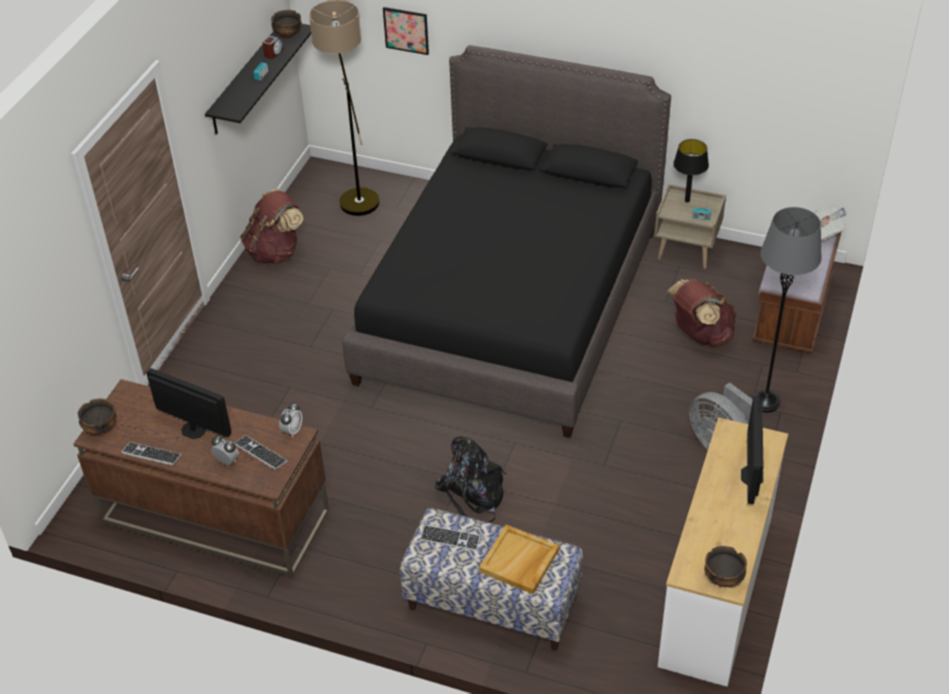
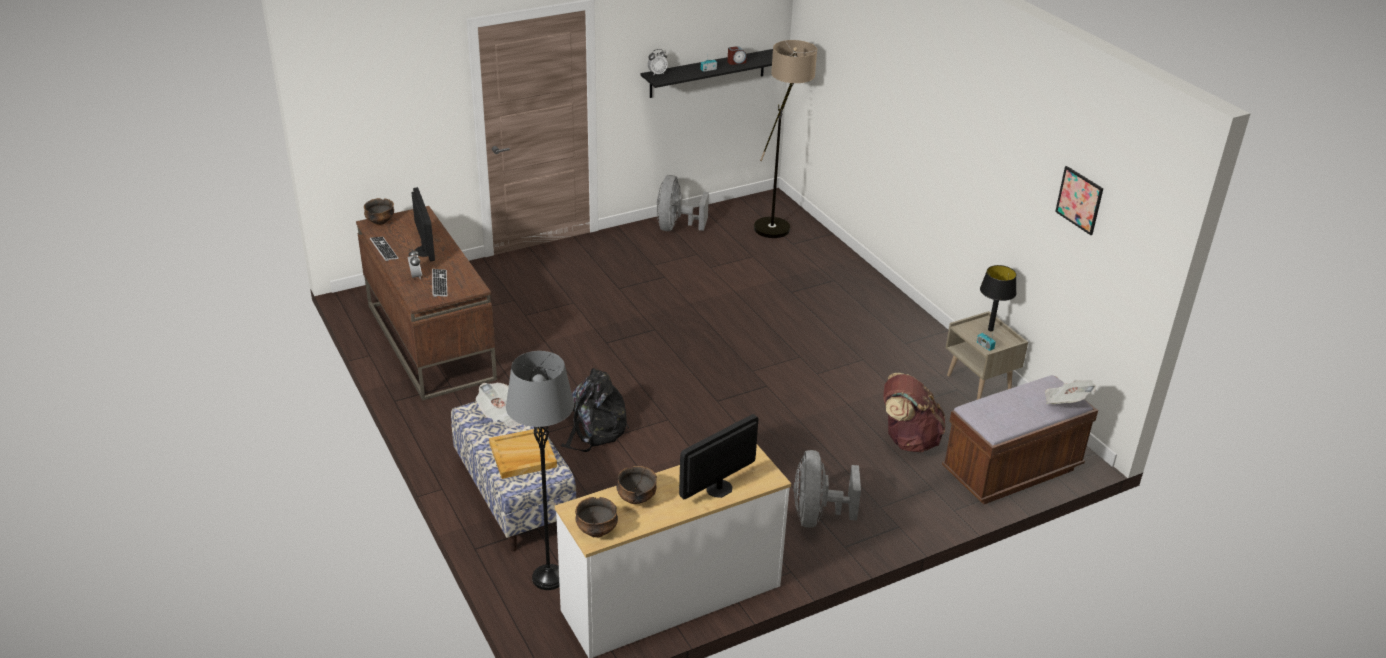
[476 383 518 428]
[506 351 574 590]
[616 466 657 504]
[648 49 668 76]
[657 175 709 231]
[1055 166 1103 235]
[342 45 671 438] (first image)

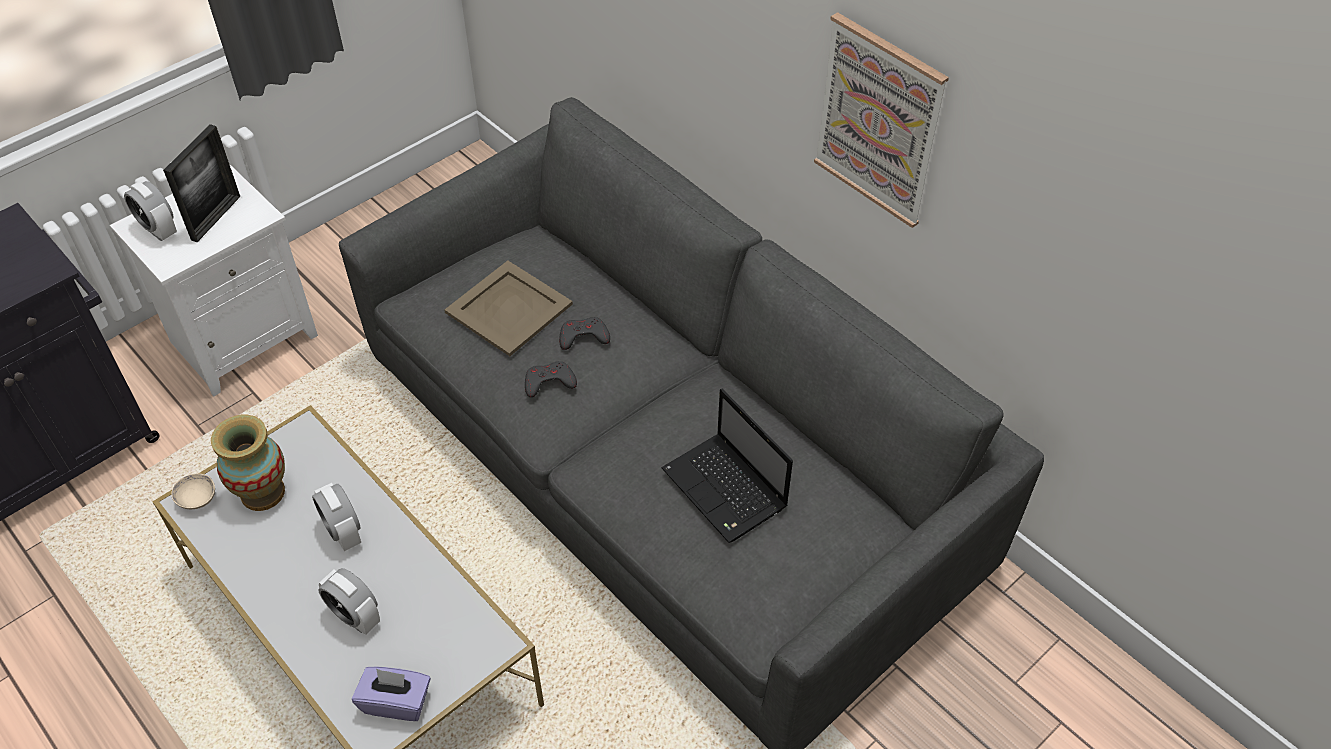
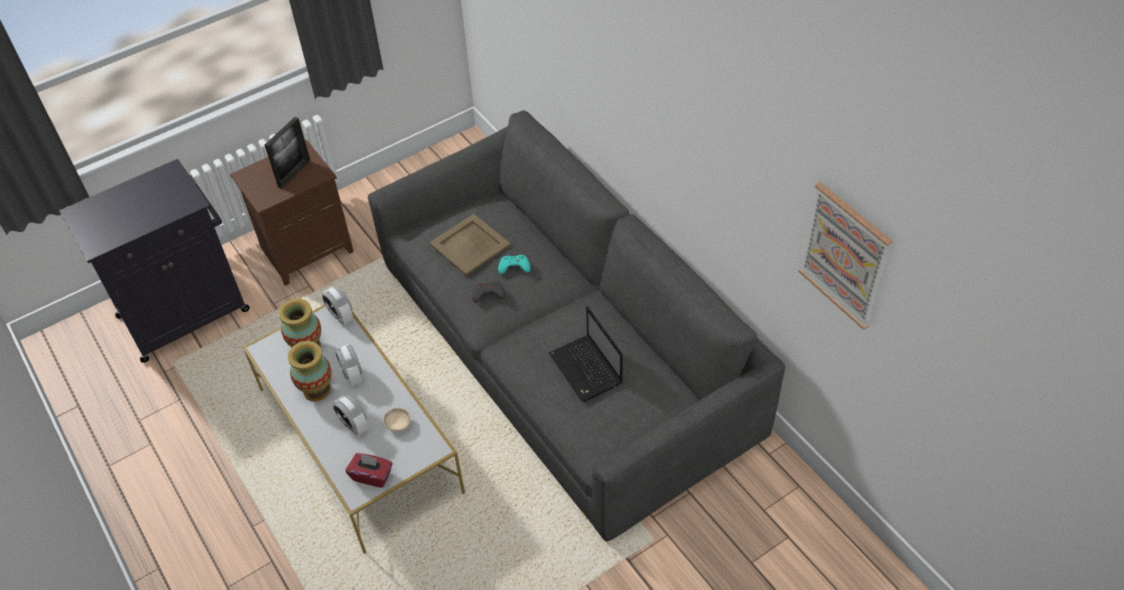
[230 140 354 286]
[288 341 332 401]
[322 286 353 325]
[346 453 392 488]
[383 408 411 431]
[498 255 531 274]
[798 182 893 330]

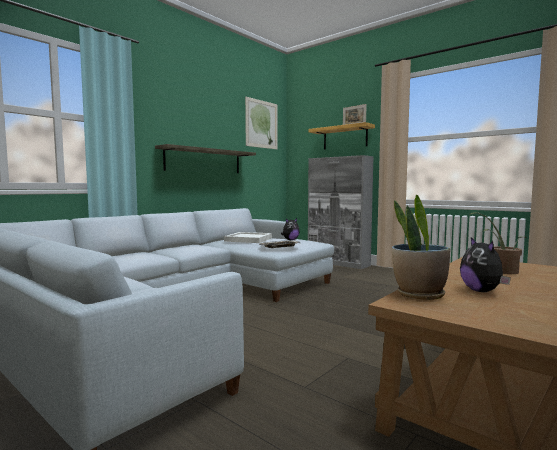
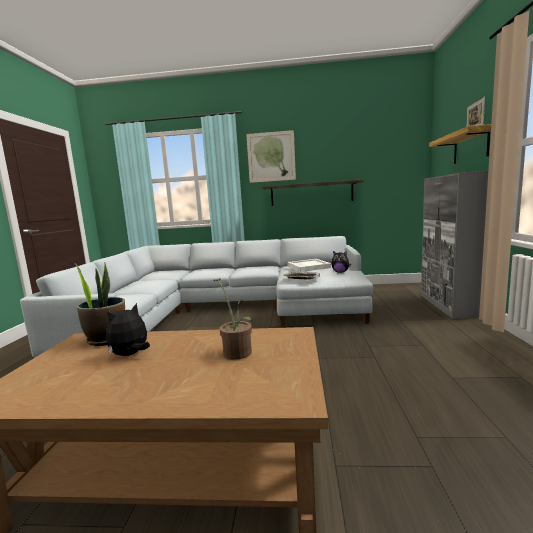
[246 130 296 183]

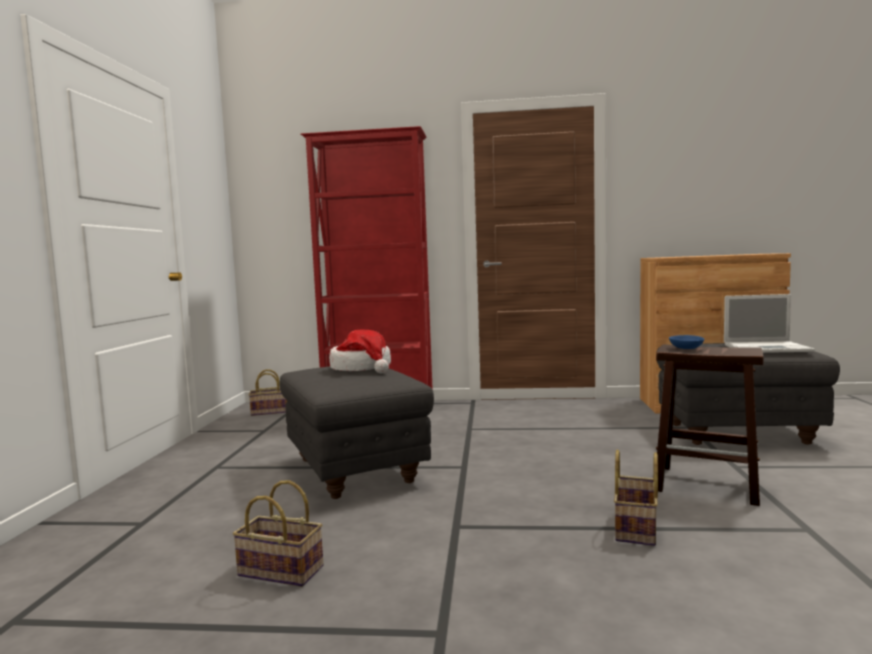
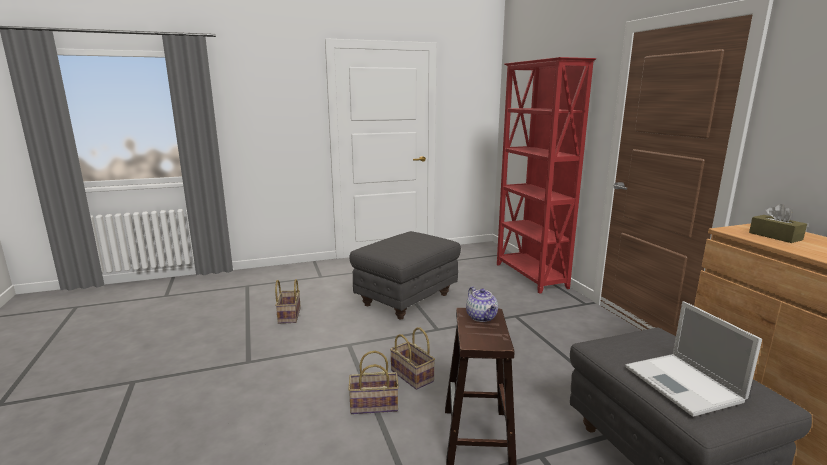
[390 327 435 390]
[466 287 498 322]
[749 204 807 243]
[329 330 391 374] (first image)

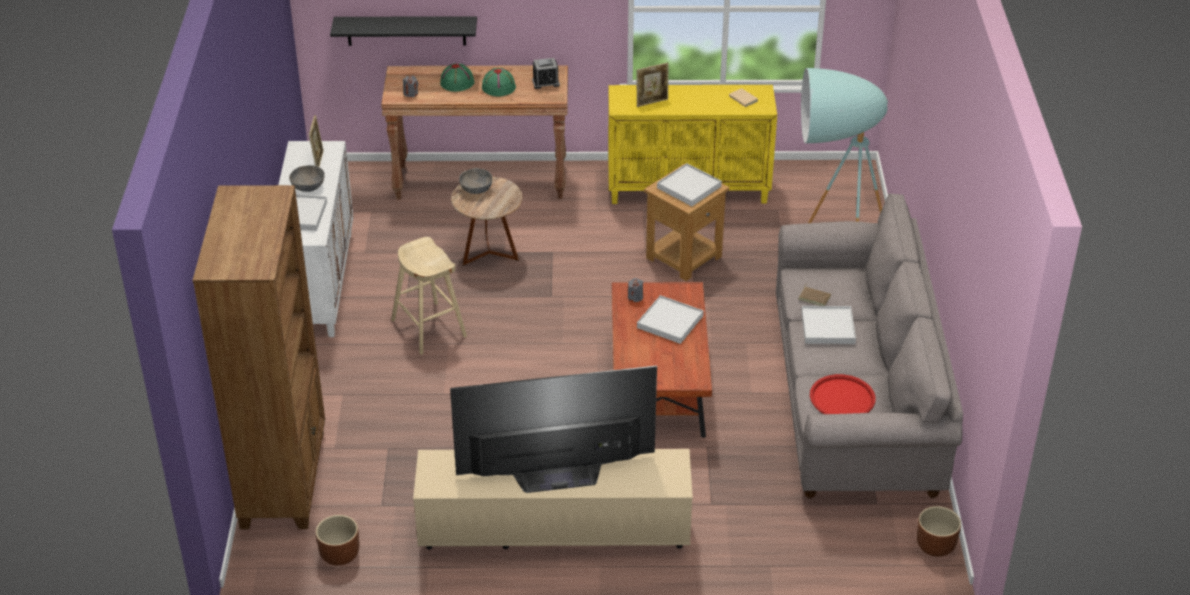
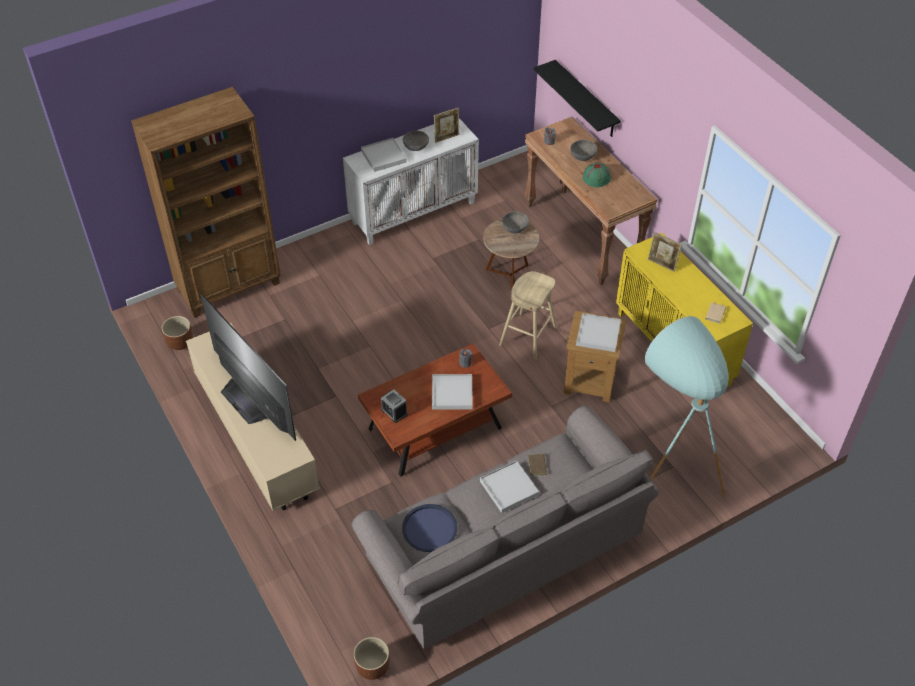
[381 389 408 423]
[402 504 458 552]
[499 271 556 360]
[570 140 597 161]

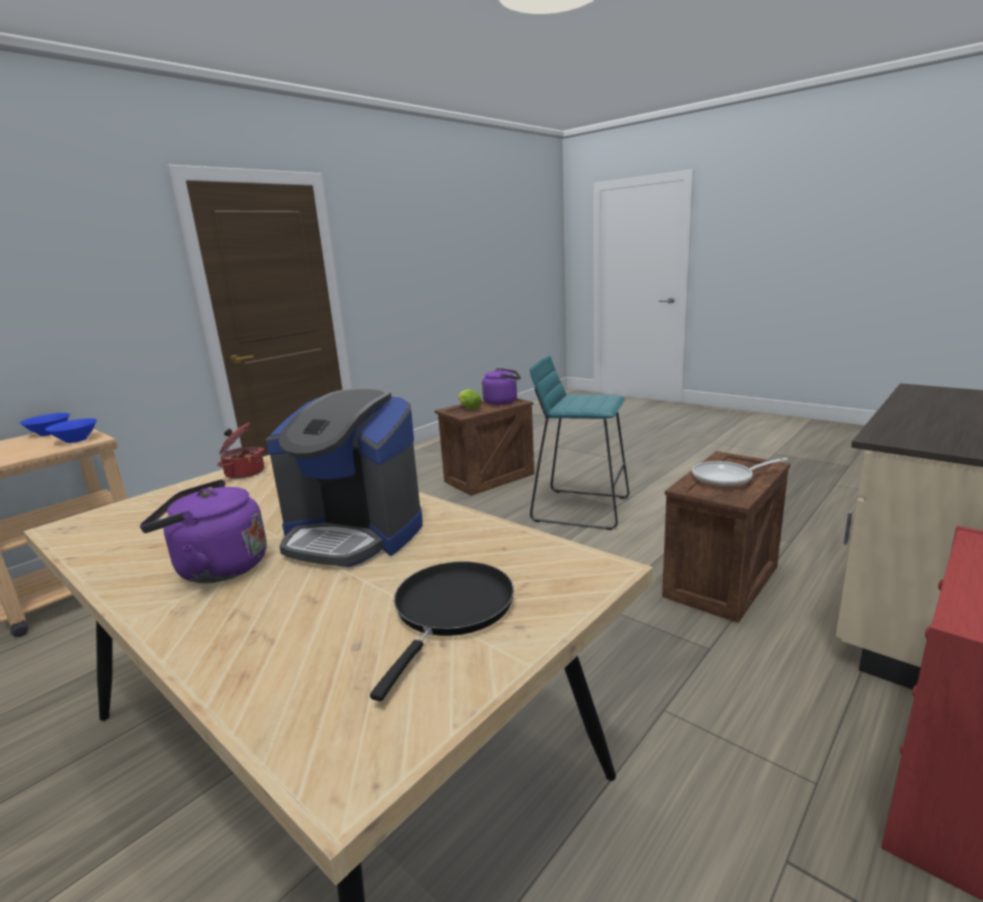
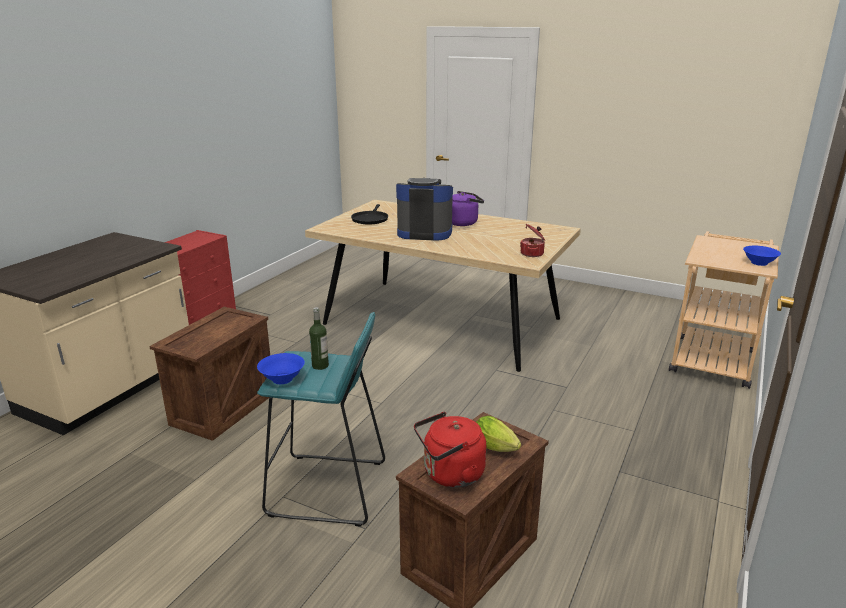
[257 353 305 384]
[309 307 329 370]
[414 412 486 488]
[692 458 788 487] (first image)

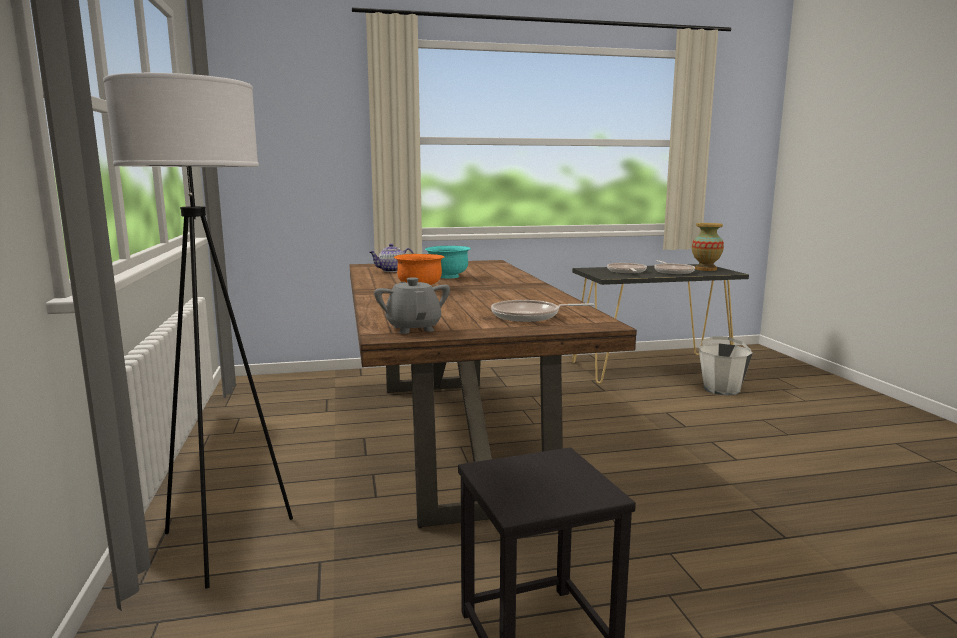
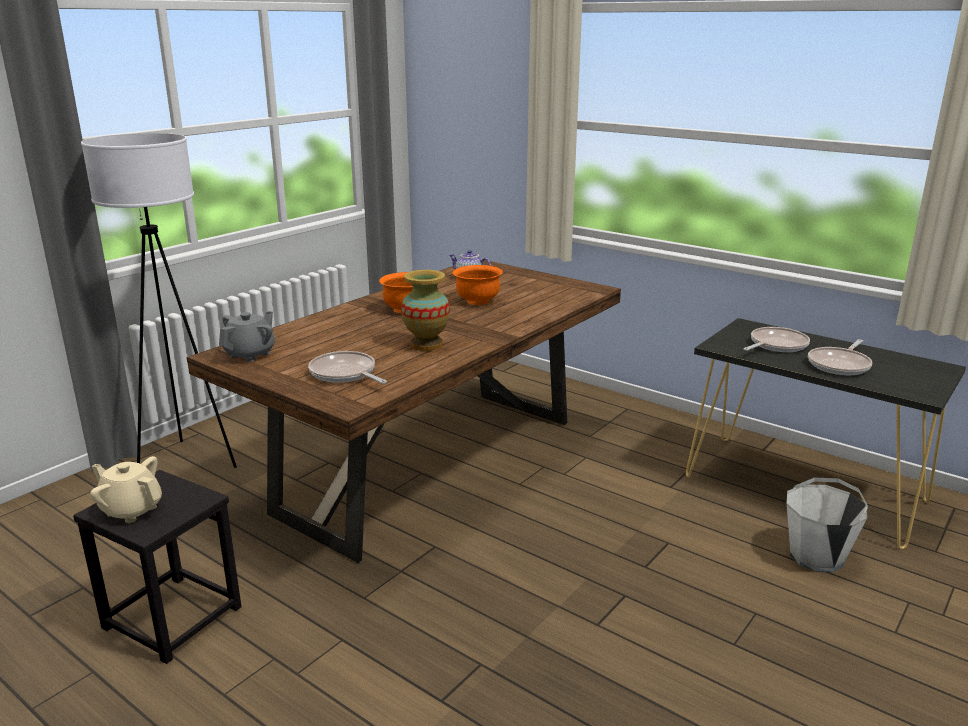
[90 456 162 523]
[401 270 450 351]
[453 265 503 305]

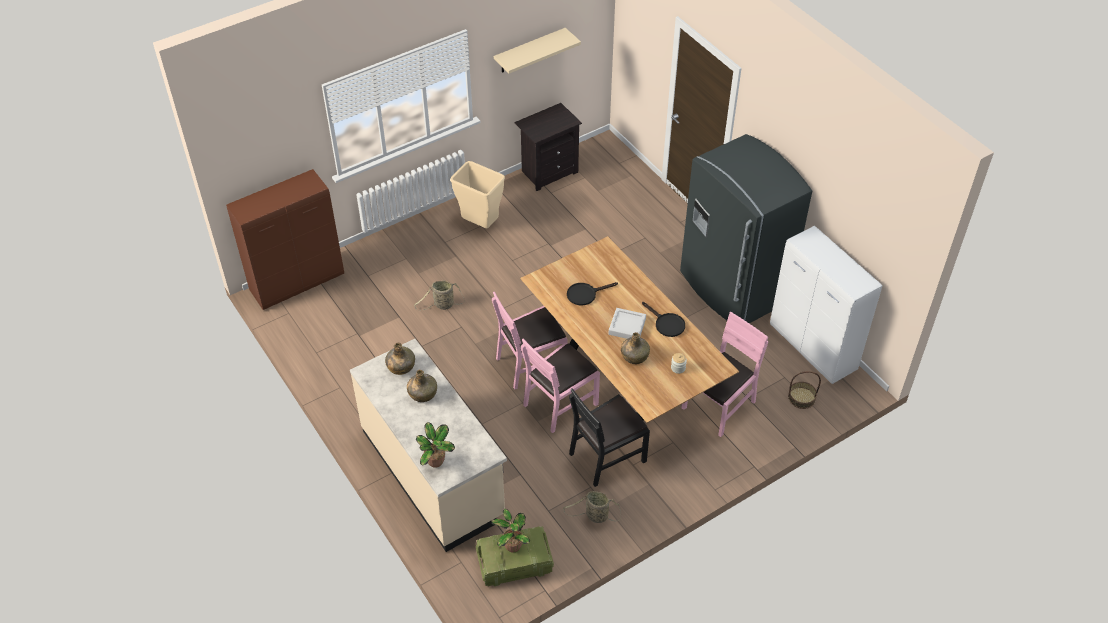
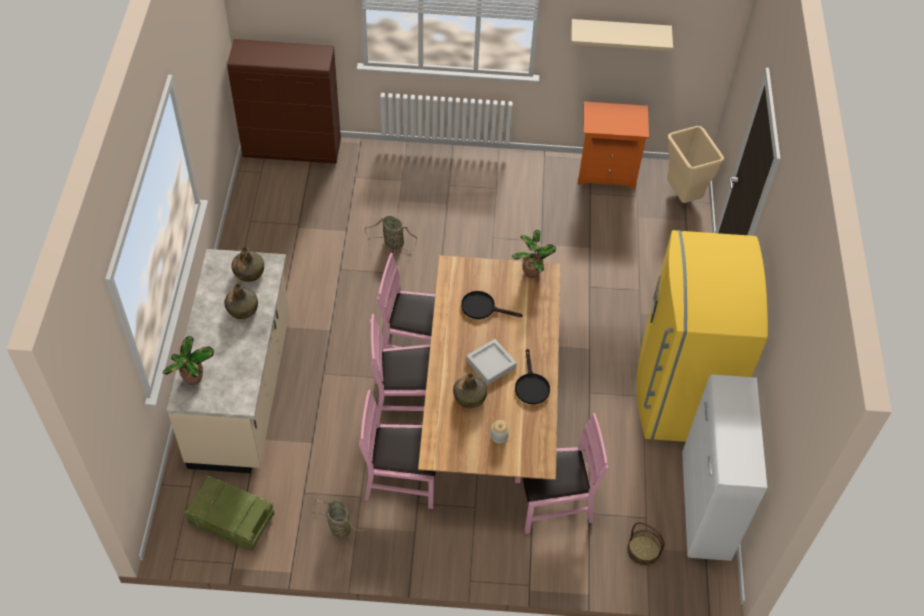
[359 389 436 509]
[512 230 556 278]
[578 102 649 188]
[637 230 768 442]
[667 126 724 203]

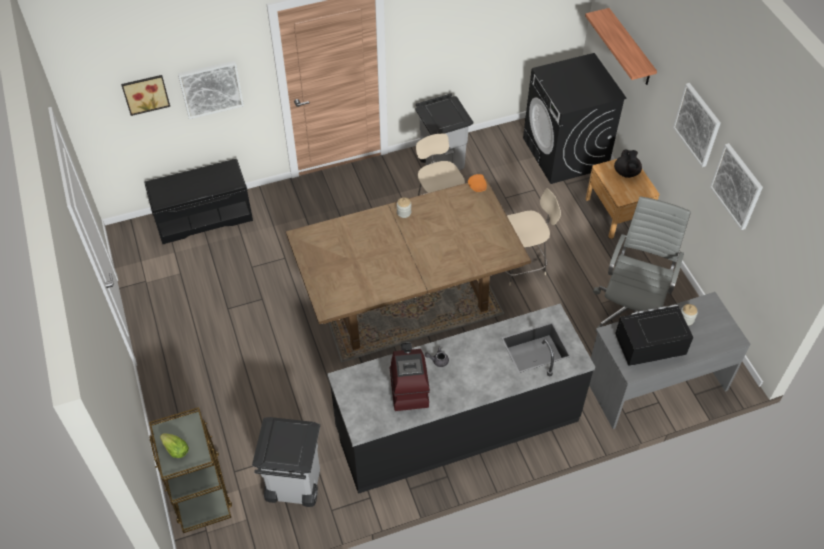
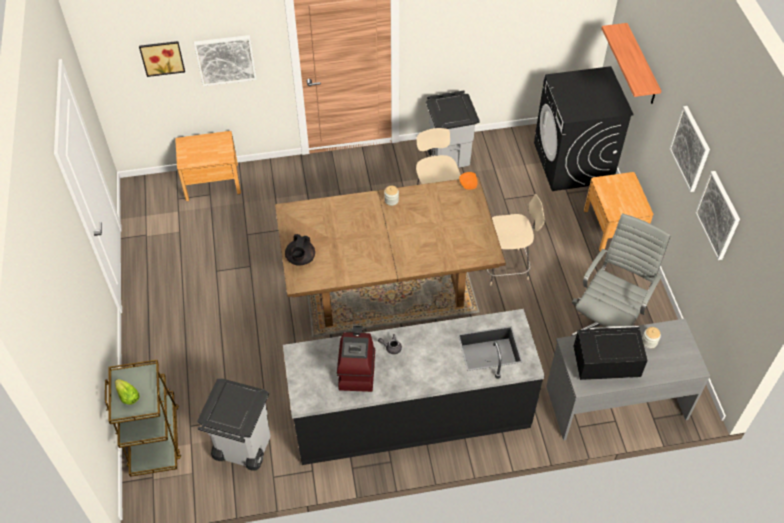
[175 131 241 201]
[285 234 315 266]

